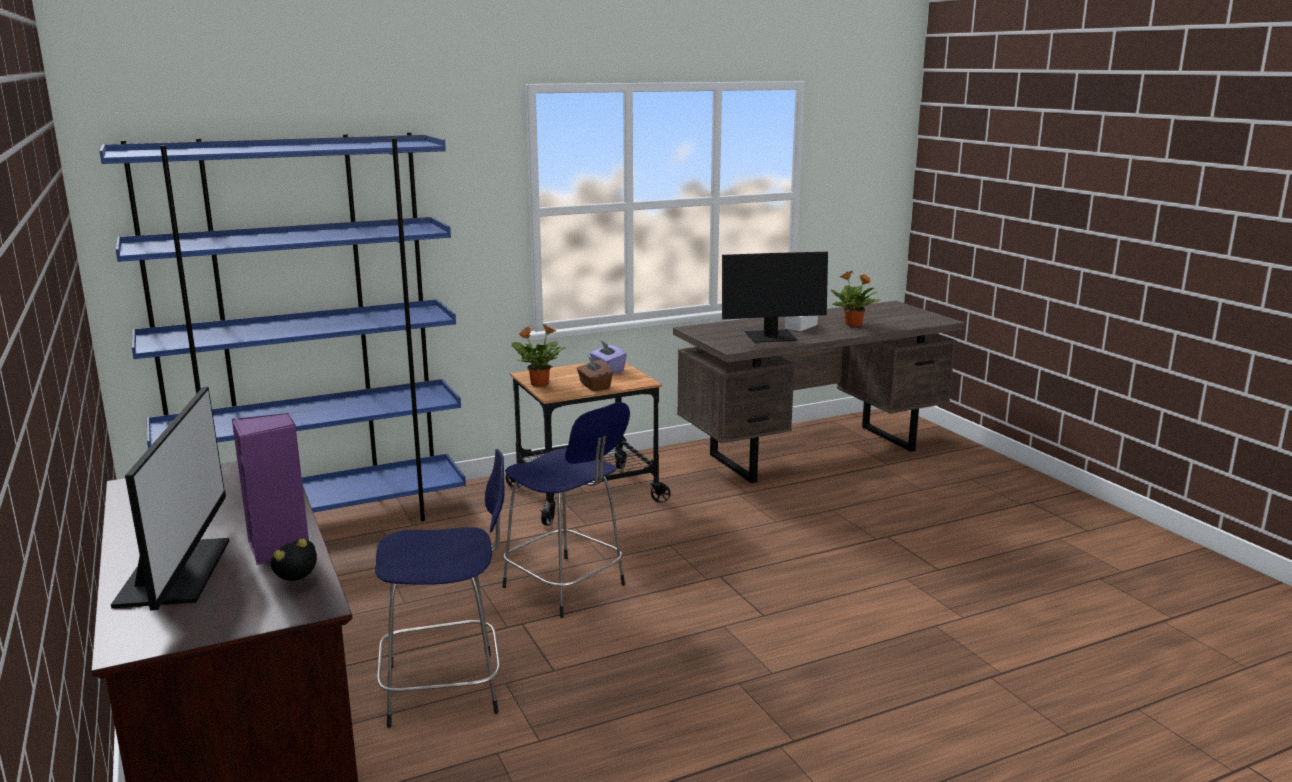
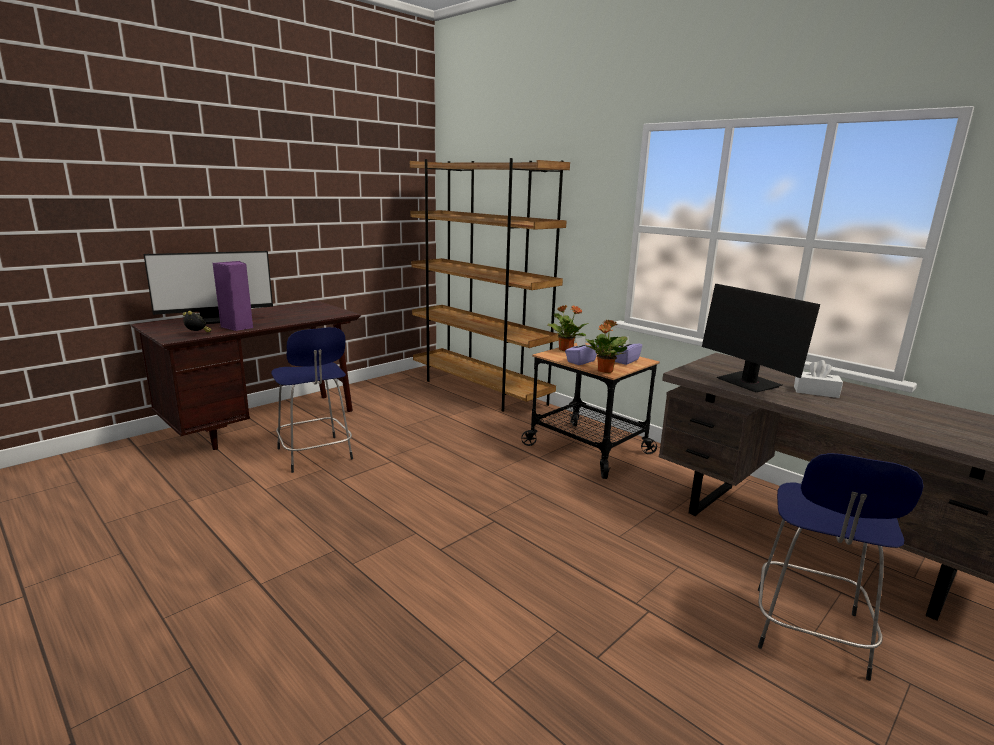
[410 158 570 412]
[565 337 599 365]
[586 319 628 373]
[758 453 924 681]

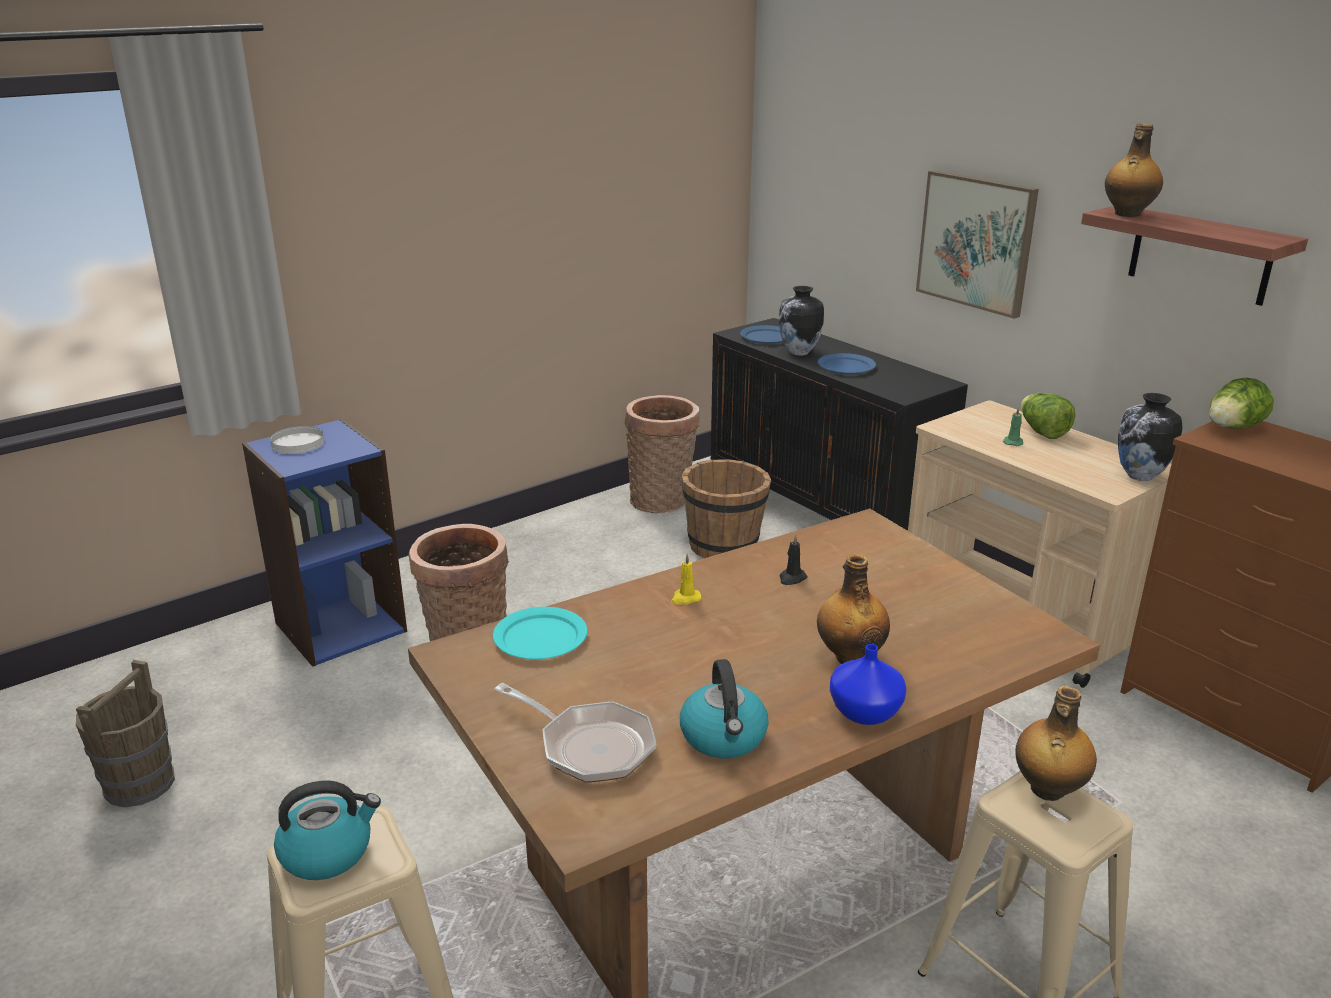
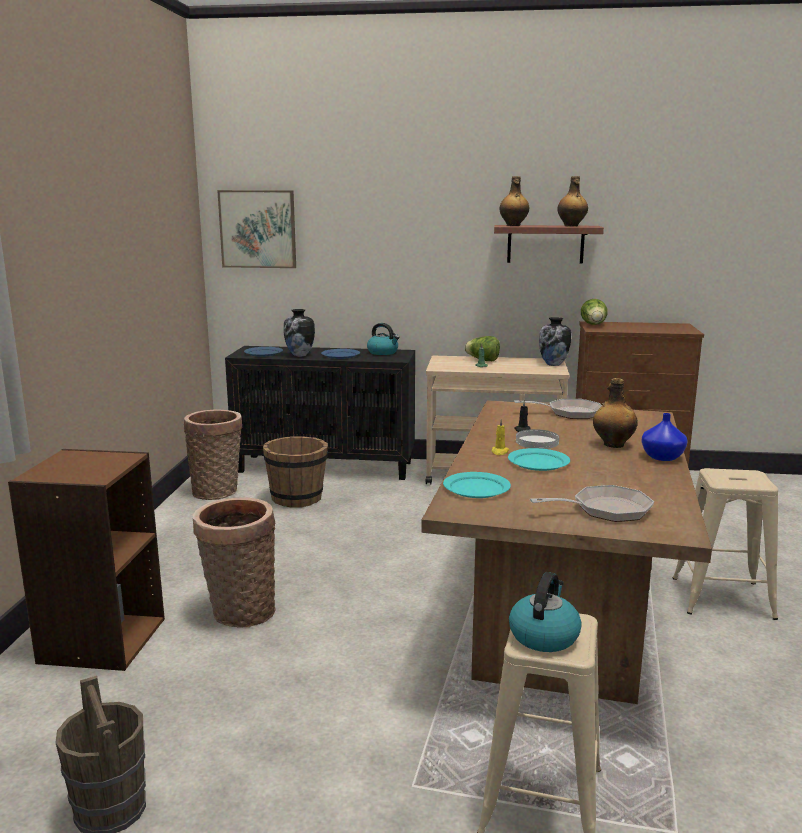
[8 449 165 671]
[217 190 296 268]
[367 323 400 355]
[508 448 570 471]
[514 399 602 419]
[516 429 559 449]
[558 176 588 227]

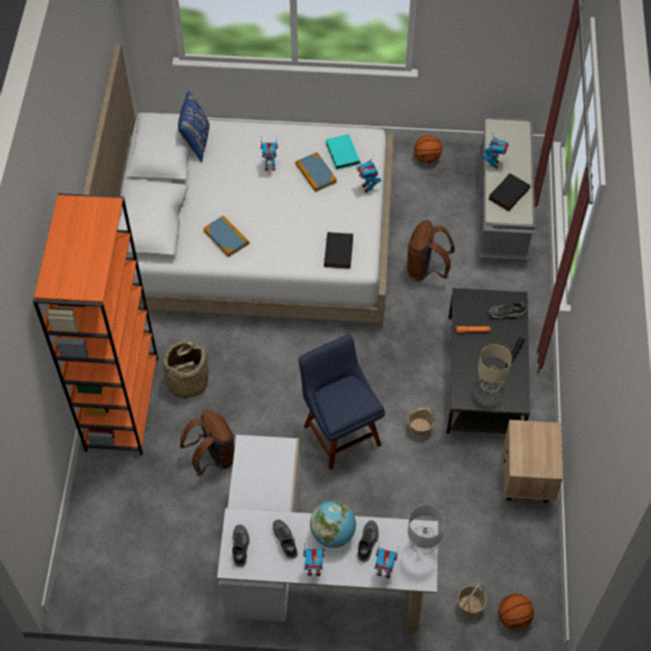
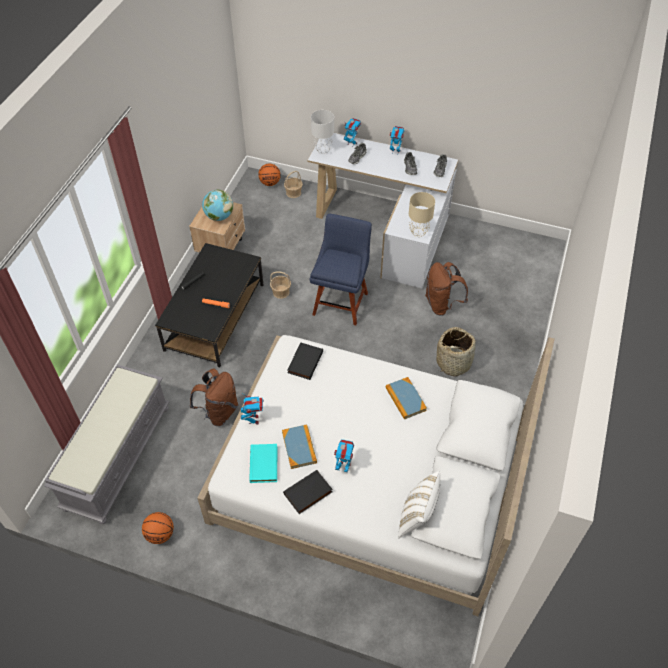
[202 189 233 221]
[283 470 332 514]
[310 214 372 325]
[398 471 440 539]
[409 192 435 237]
[33 193 158 455] (first image)
[483 132 509 169] (first image)
[489 301 525 319] (first image)

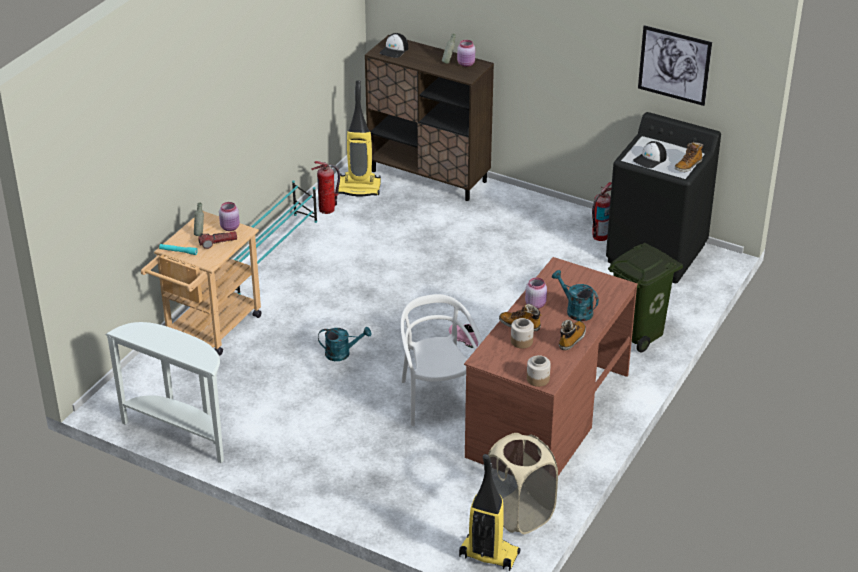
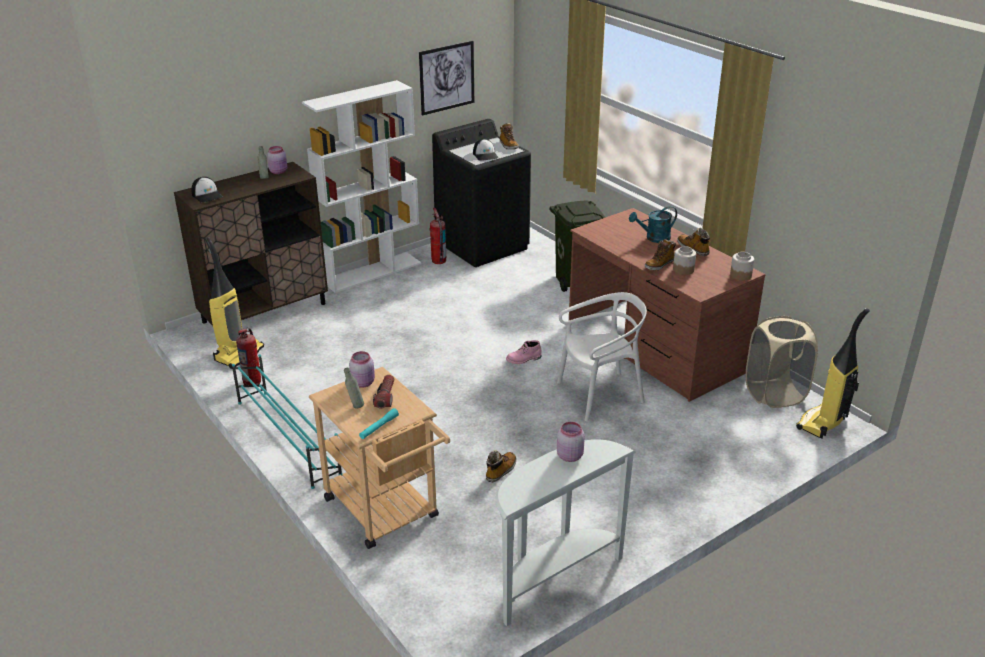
[302 80 421 293]
[486 450 516 482]
[557 292 647 421]
[557 422 585 462]
[318 327 371 361] (first image)

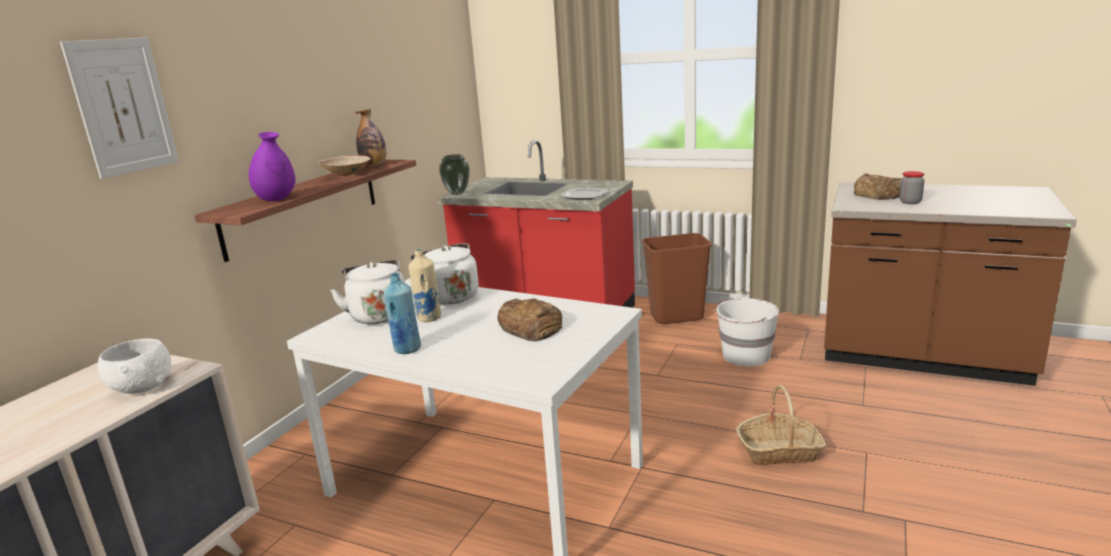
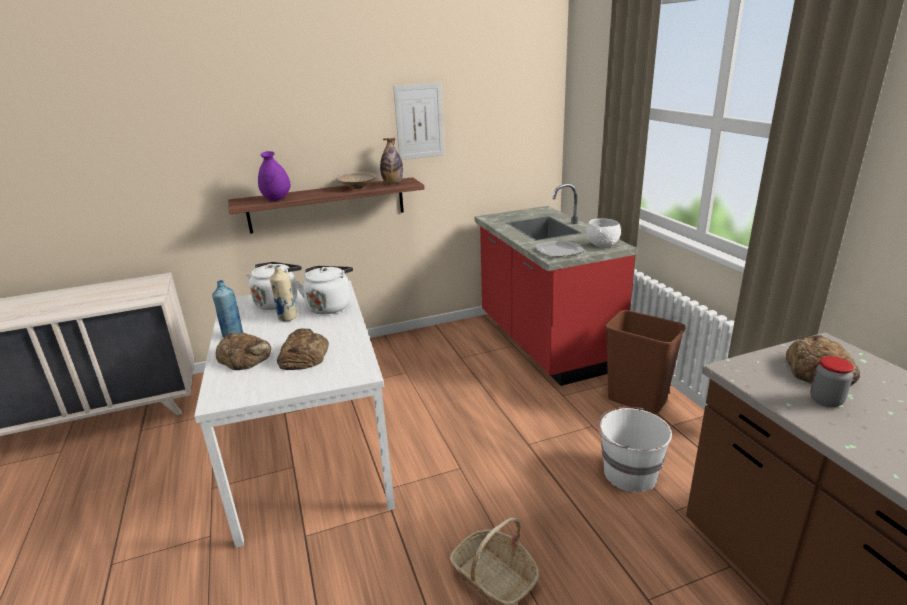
[216 333 271 370]
[393 82 444 160]
[586 218 621 247]
[439 154 470 195] (first image)

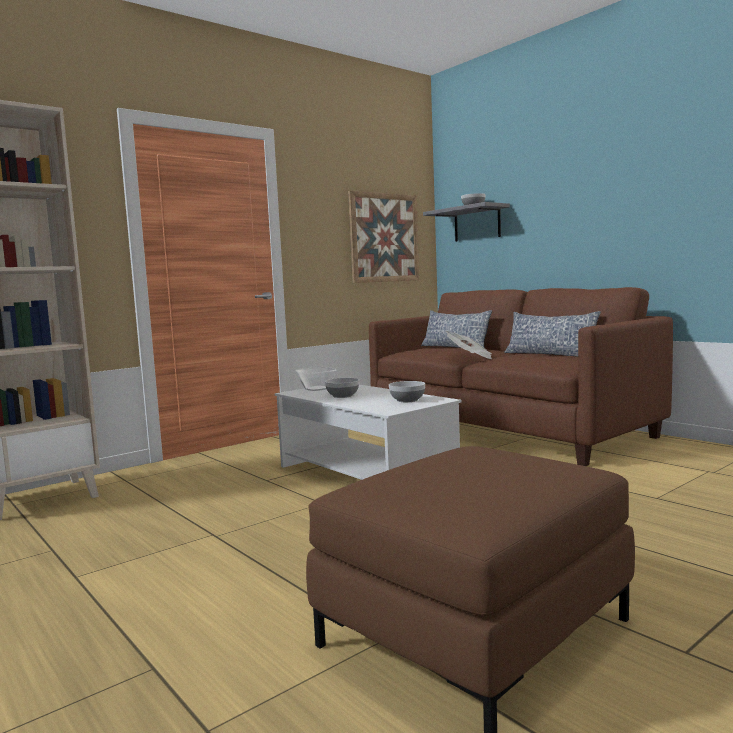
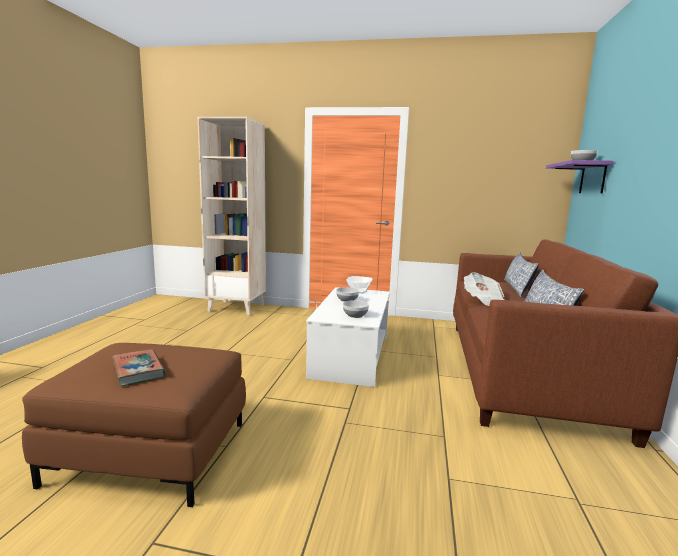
[112 349 166 386]
[546 160 613 193]
[348 191 419 283] (first image)

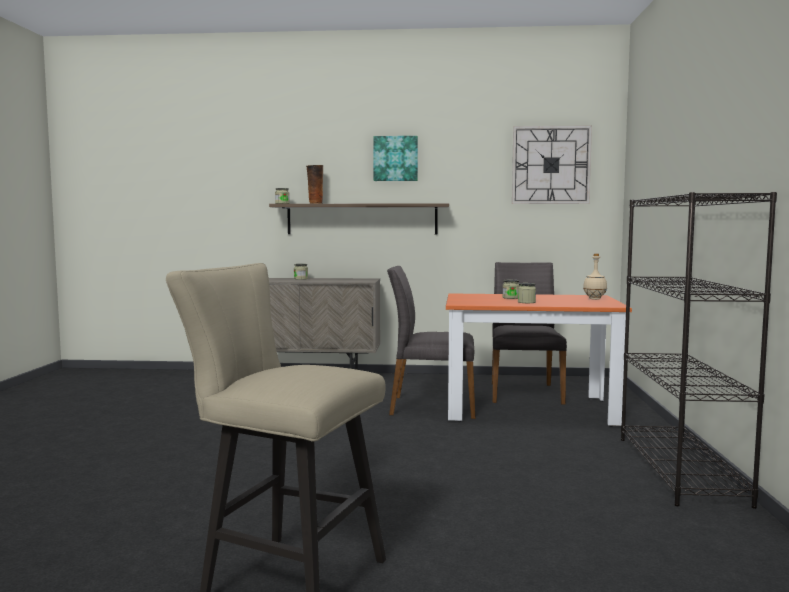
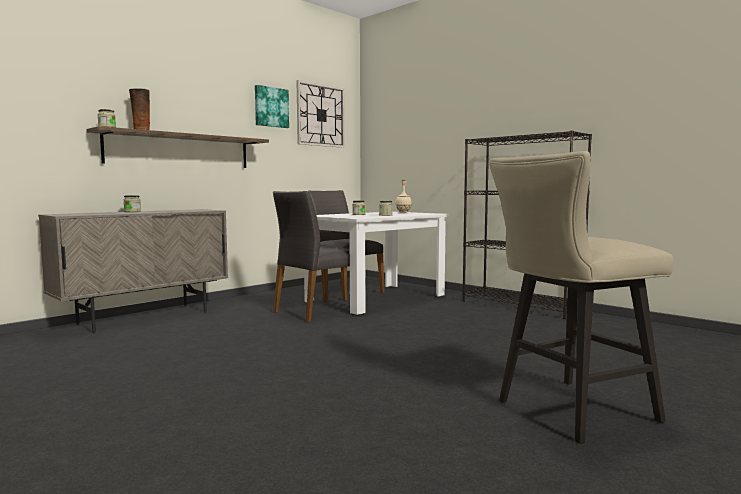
[255 85 289 128]
[304 212 449 315]

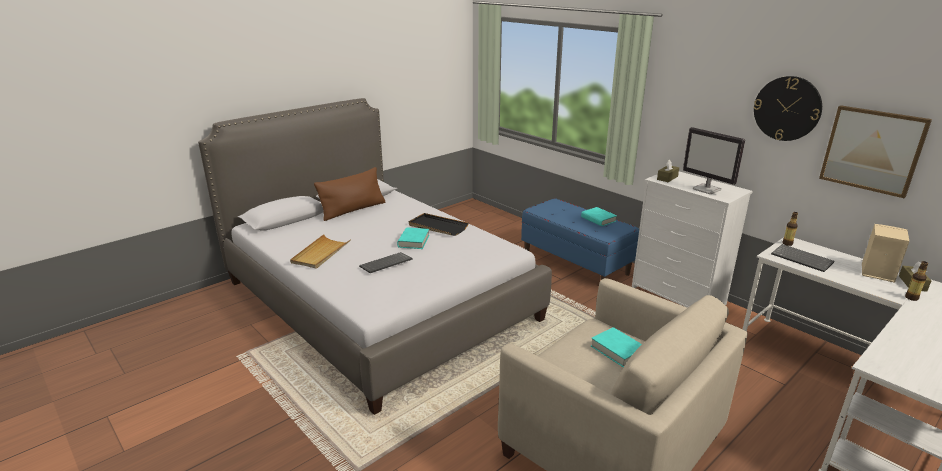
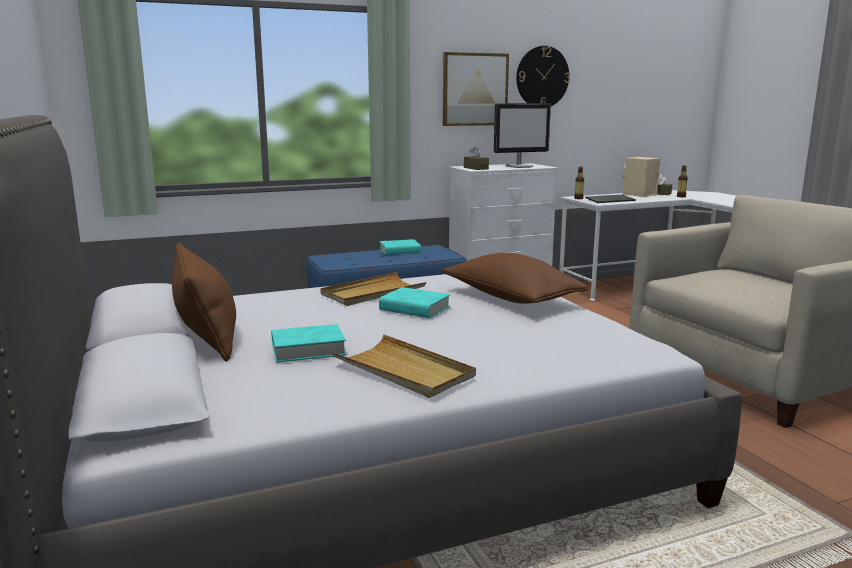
[271 324 346 363]
[320 272 426 306]
[442 252 588 304]
[443 52 509 126]
[359 252 413 273] (first image)

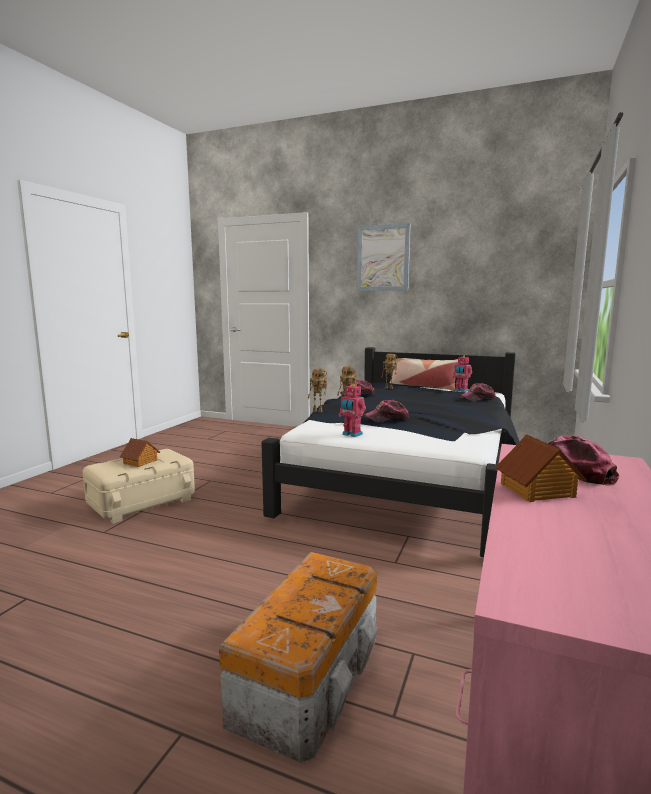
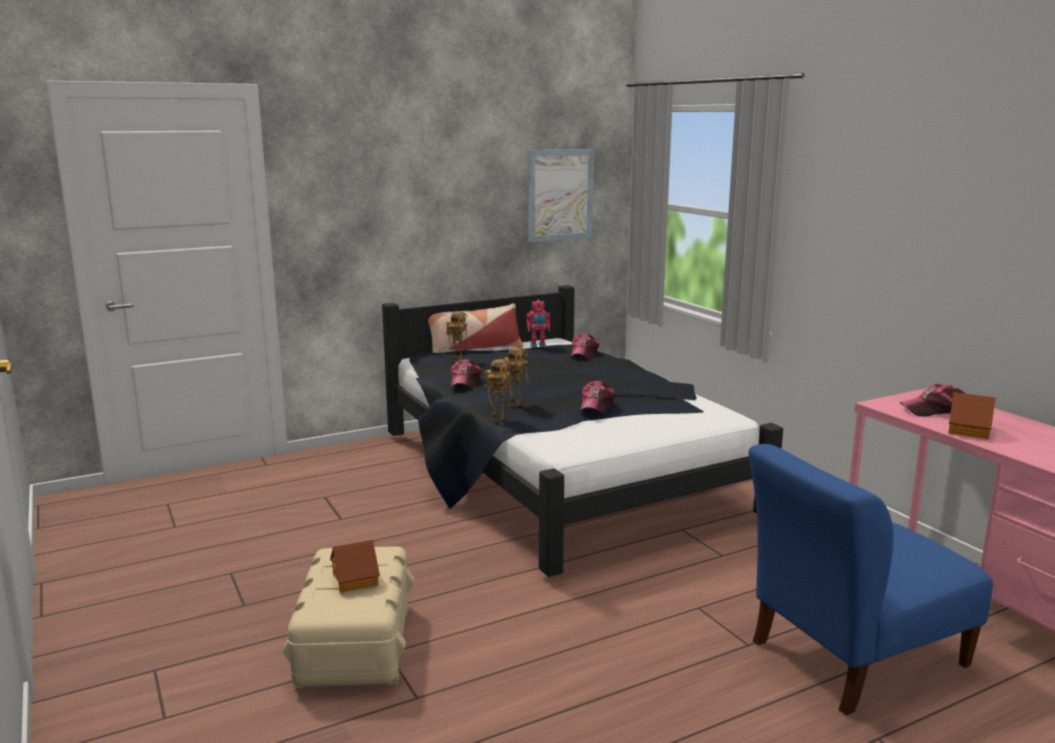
[528 149 594 242]
[748 444 993 715]
[338 384 366 437] (first image)

